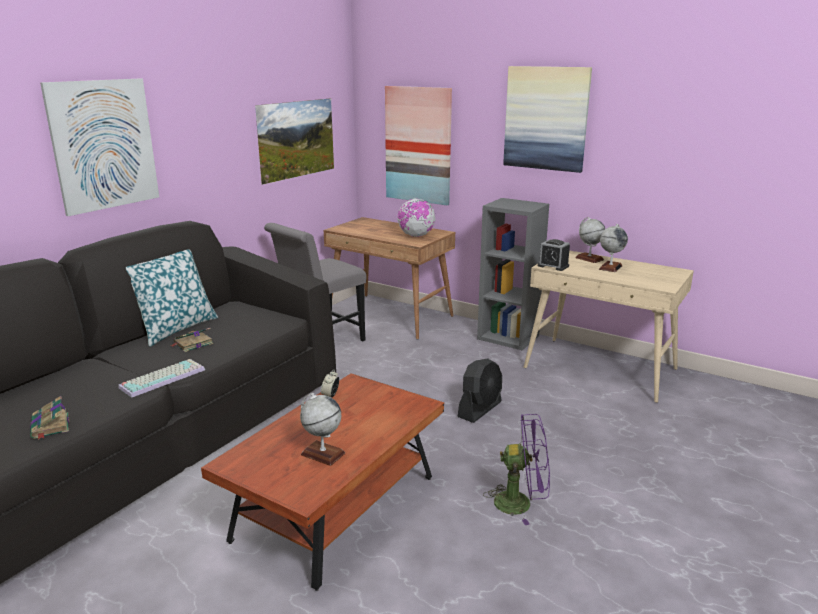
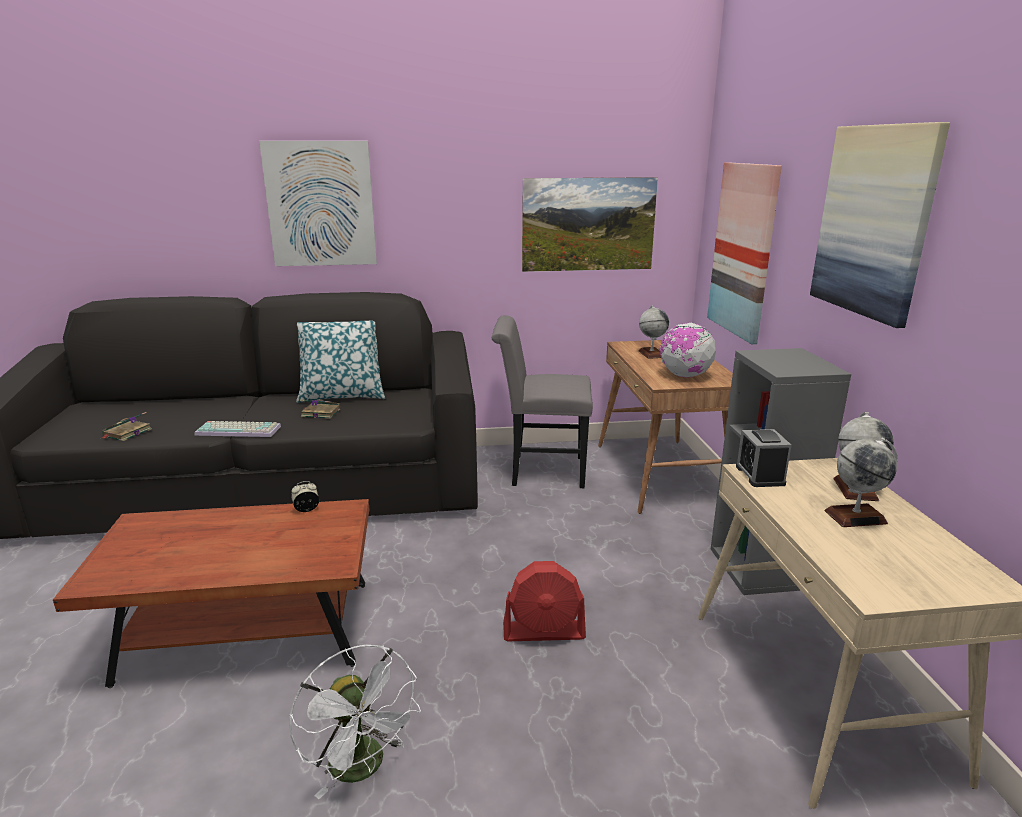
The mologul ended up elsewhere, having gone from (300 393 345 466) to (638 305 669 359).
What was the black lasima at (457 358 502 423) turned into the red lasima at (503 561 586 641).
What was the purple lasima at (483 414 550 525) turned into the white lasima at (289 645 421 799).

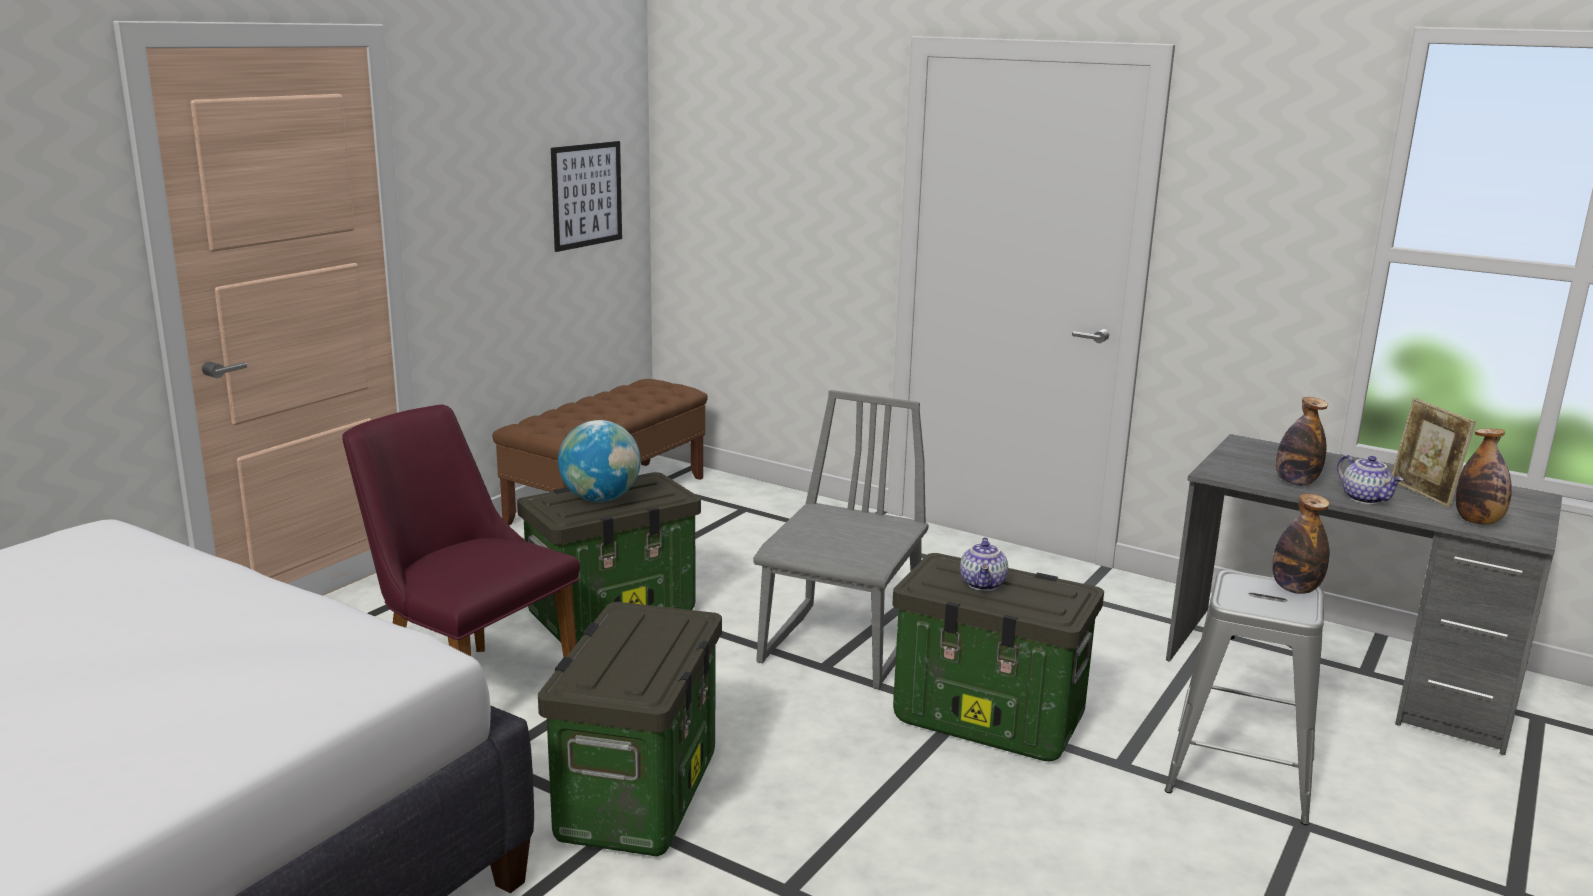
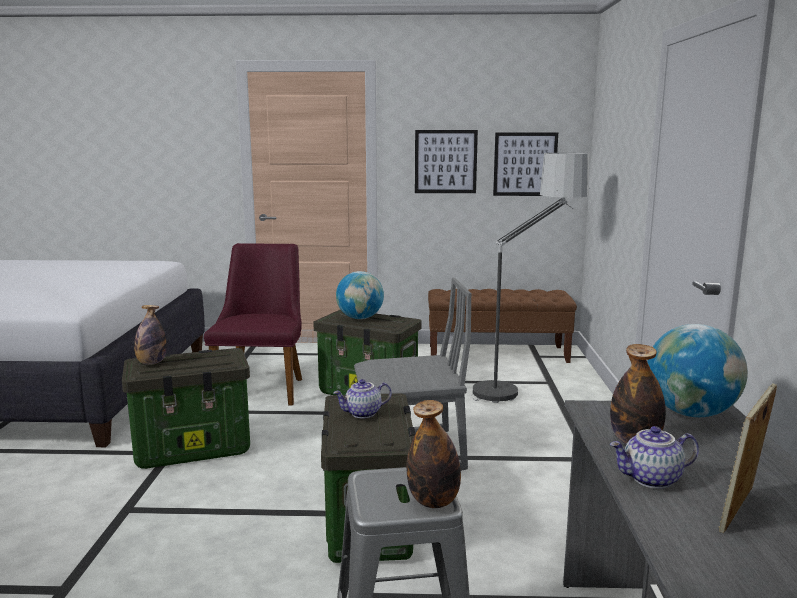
The second view gained the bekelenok at (415 130 478 193).
The second view gained the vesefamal at (470 153 590 403).
The second view gained the mologul at (647 324 748 417).
The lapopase ended up elsewhere, having gone from (1456 429 1512 525) to (134 305 167 365).
The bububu at (1337 455 1404 504) ended up facing another way, 45 degrees clockwise from before.

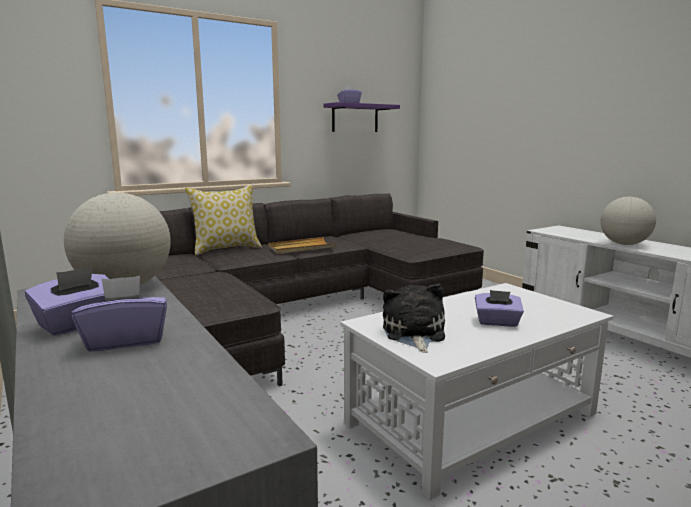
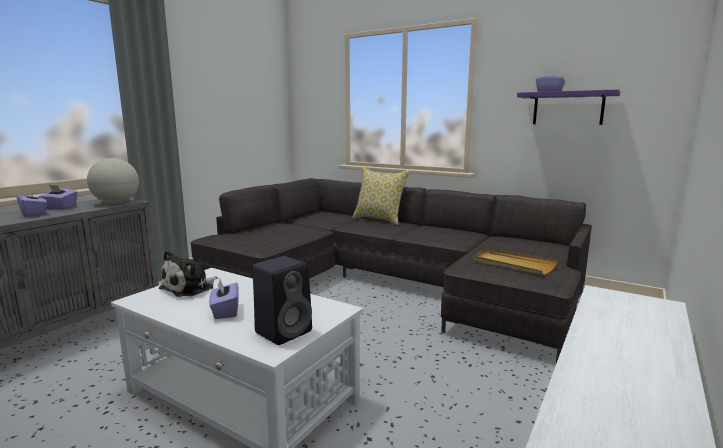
The second view lost the mologul at (601 197 656 245).
The second view gained the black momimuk at (252 256 312 345).
The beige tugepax ended up elsewhere, having gone from (268 237 335 254) to (473 248 557 275).
The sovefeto at (383 284 445 353) ended up facing another way, 150 degrees clockwise from before.

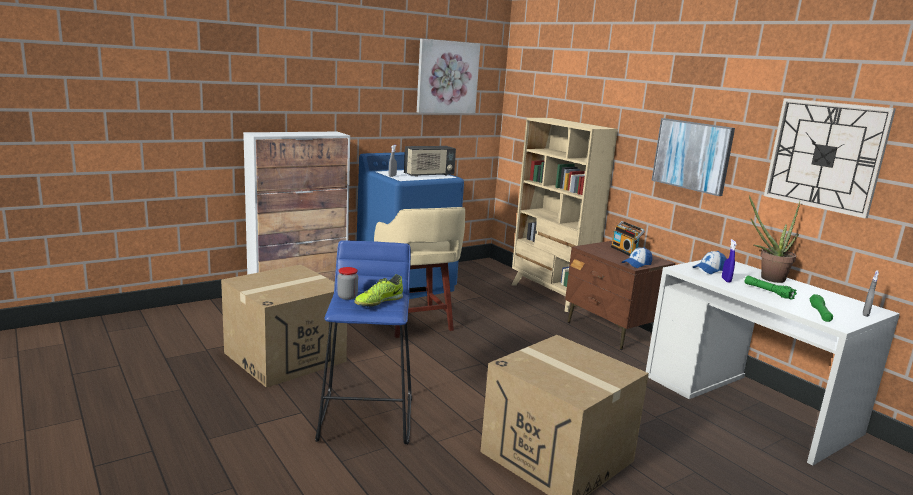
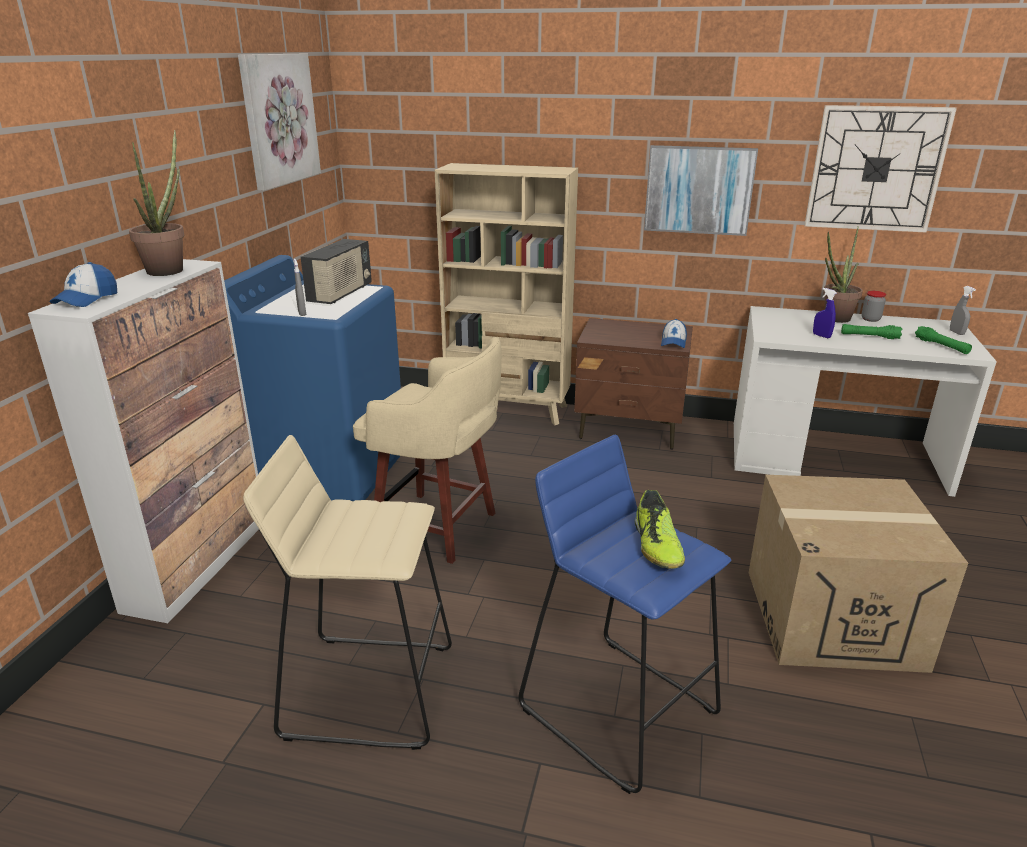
The second view lost the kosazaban at (611 221 645 256).
The second view gained the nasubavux at (129 130 185 276).
The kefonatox ended up elsewhere, having gone from (337 267 358 300) to (861 291 886 322).
The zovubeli ended up elsewhere, having gone from (692 251 727 274) to (50 262 117 307).
Where the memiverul stood at (221 265 347 388), the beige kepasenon came to stand at (243 435 452 750).

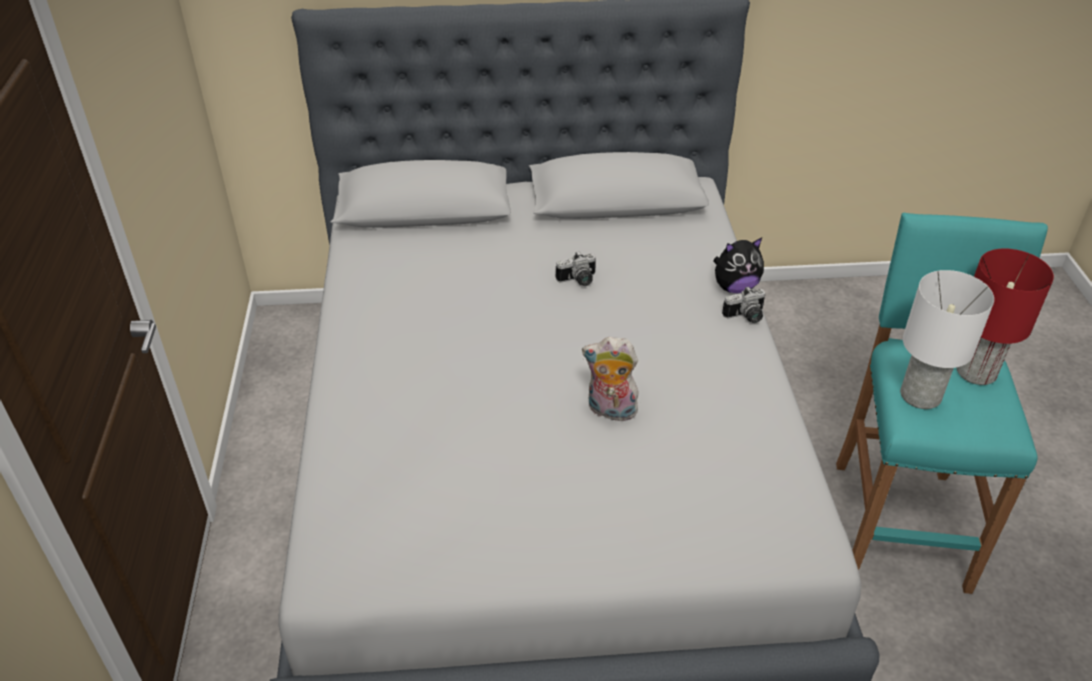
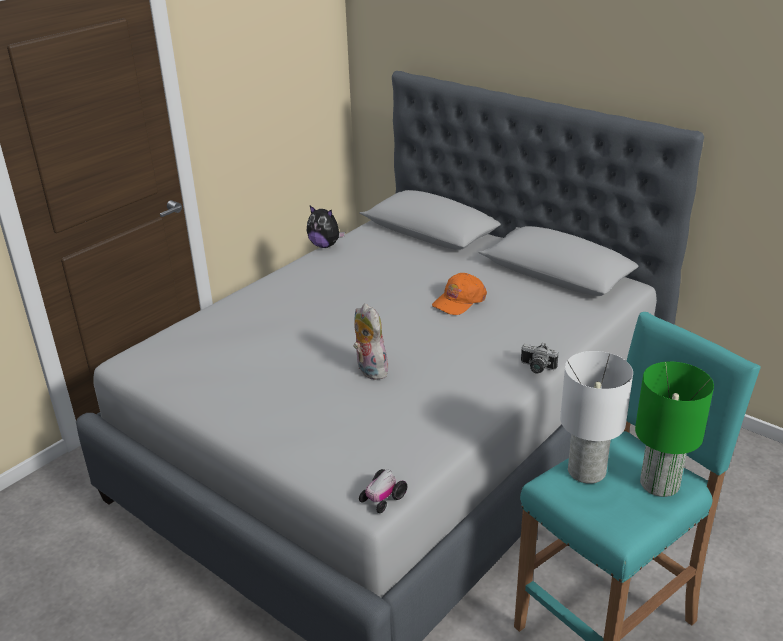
The second view gained the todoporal at (359 469 407 513).
The sovefeto ended up elsewhere, having gone from (713 237 764 293) to (307 206 345 248).
Where the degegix stood at (556 252 596 286), the orange zovubeli came to stand at (432 273 487 315).
What was the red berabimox at (956 248 1054 385) turned into the green berabimox at (635 362 714 497).

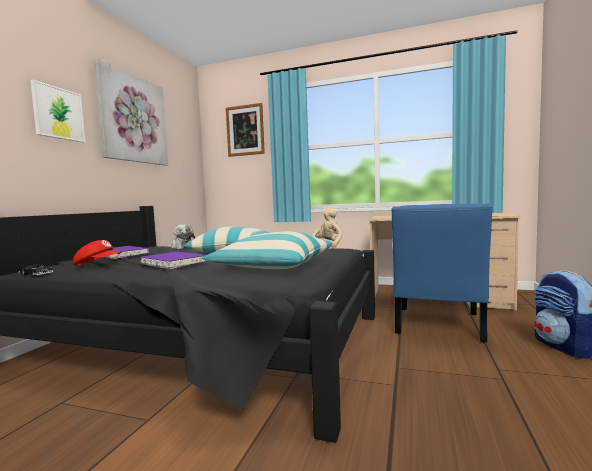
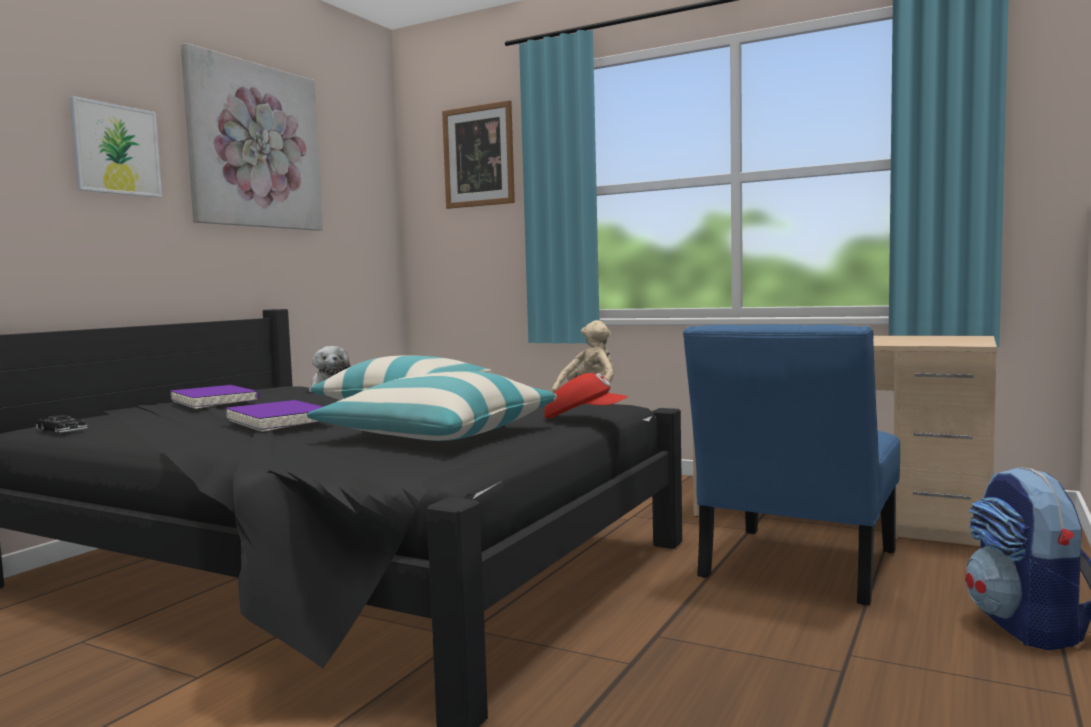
The red zovubeli ended up elsewhere, having gone from (73 240 122 266) to (544 373 628 419).

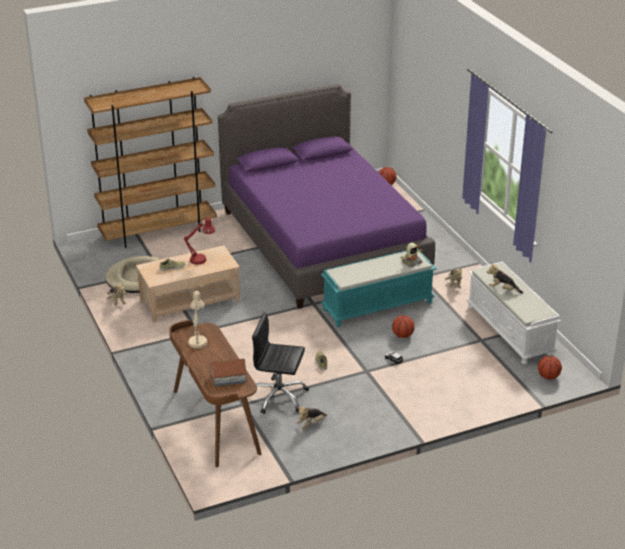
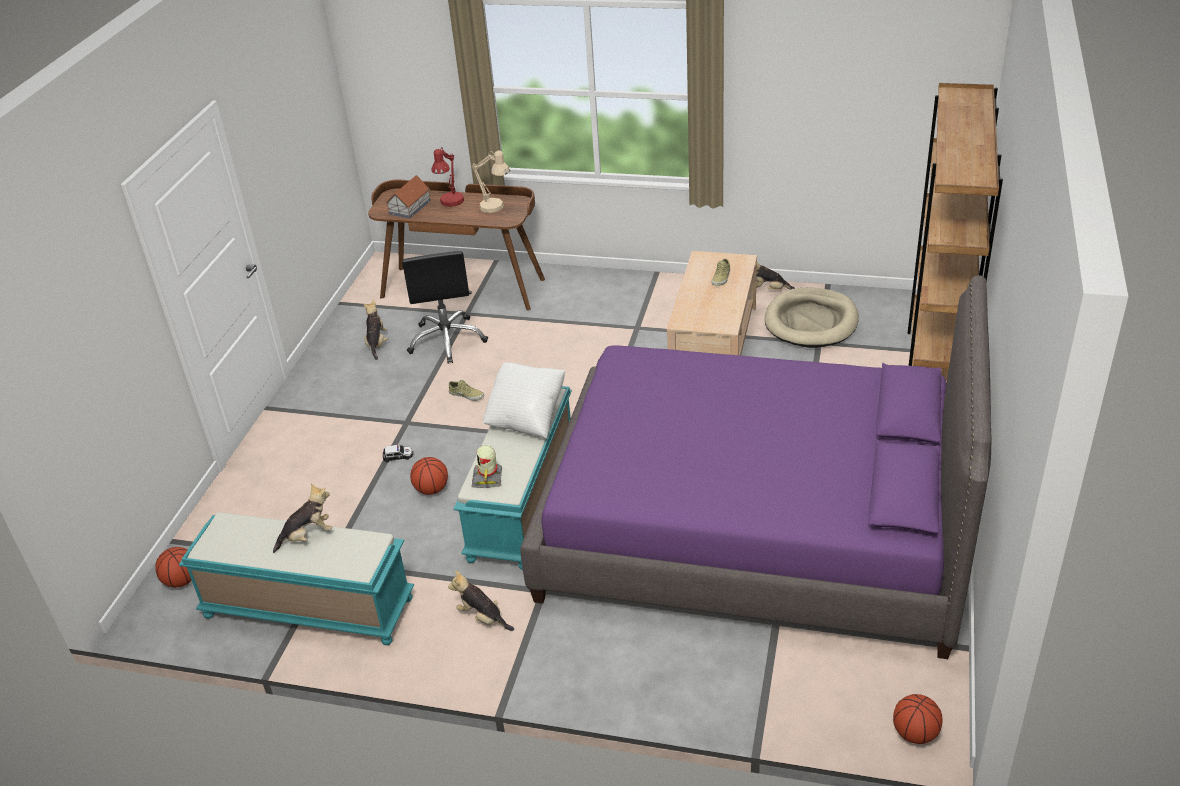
The second view gained the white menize at (483 362 566 439).
The red berabimox ended up elsewhere, having gone from (184 217 215 265) to (431 147 464 207).
What was the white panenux at (466 262 561 365) turned into the turquoise panenux at (179 512 414 645).
The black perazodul at (252 312 309 414) ended up facing another way, 120 degrees clockwise from before.

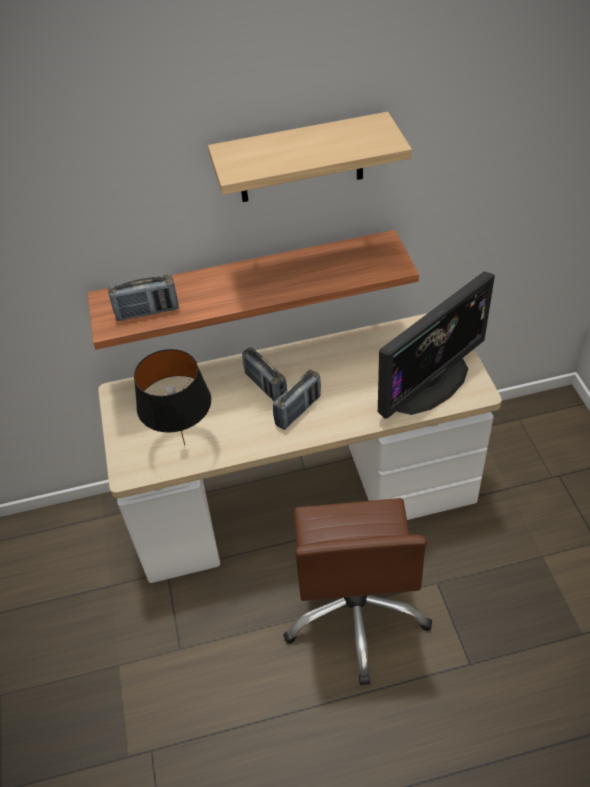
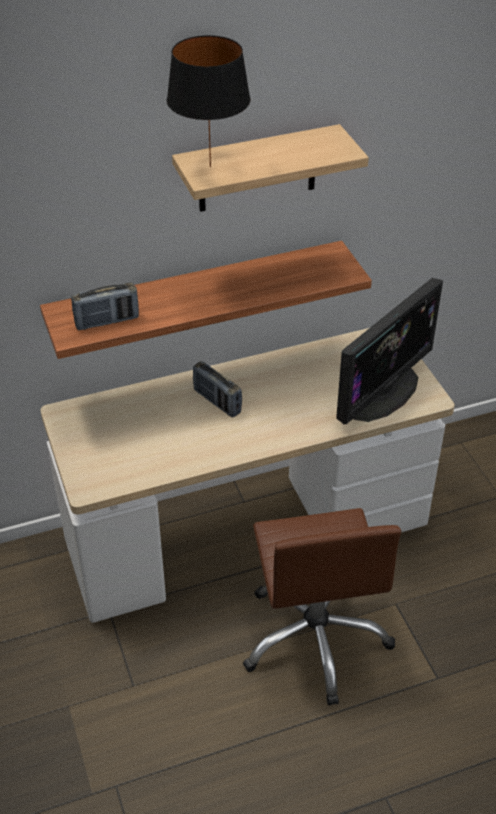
The second view lost the kosazaban at (273 370 321 430).
The black berabimox ended up elsewhere, having gone from (134 349 211 445) to (167 35 250 167).

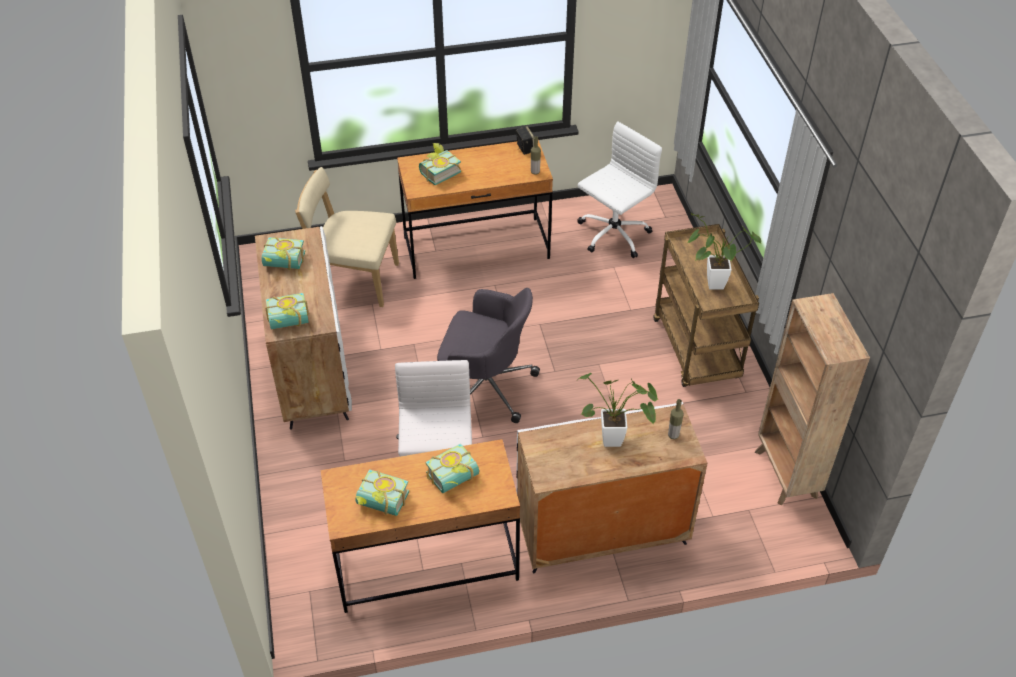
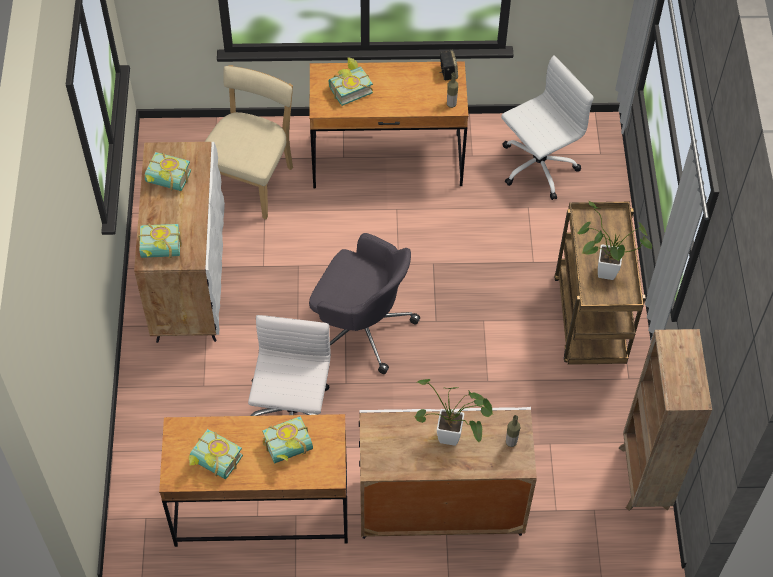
The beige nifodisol at (295 167 399 307) ended up facing another way, 90 degrees clockwise from before.

